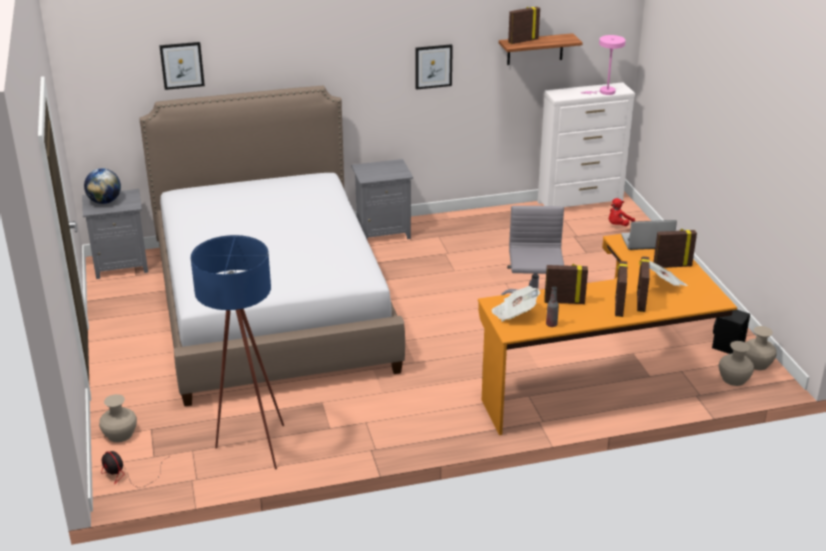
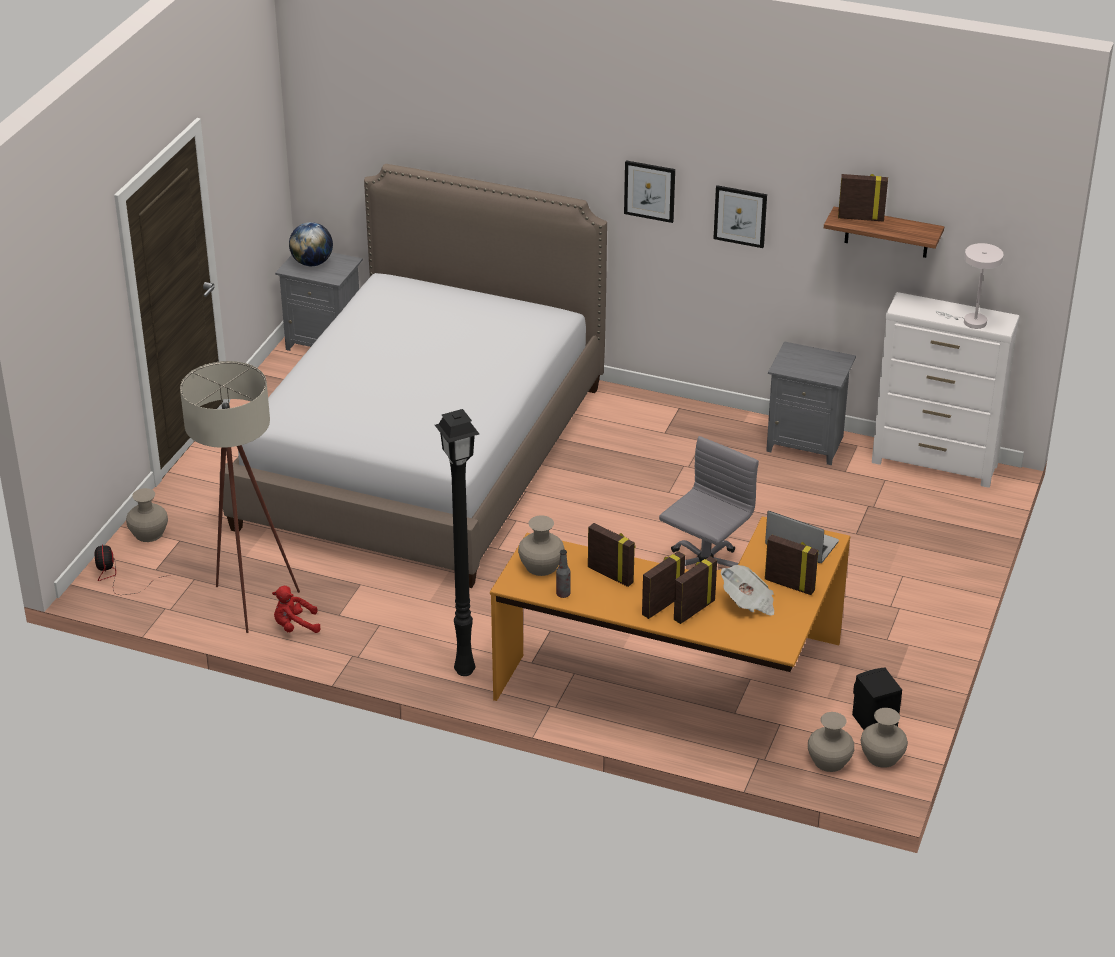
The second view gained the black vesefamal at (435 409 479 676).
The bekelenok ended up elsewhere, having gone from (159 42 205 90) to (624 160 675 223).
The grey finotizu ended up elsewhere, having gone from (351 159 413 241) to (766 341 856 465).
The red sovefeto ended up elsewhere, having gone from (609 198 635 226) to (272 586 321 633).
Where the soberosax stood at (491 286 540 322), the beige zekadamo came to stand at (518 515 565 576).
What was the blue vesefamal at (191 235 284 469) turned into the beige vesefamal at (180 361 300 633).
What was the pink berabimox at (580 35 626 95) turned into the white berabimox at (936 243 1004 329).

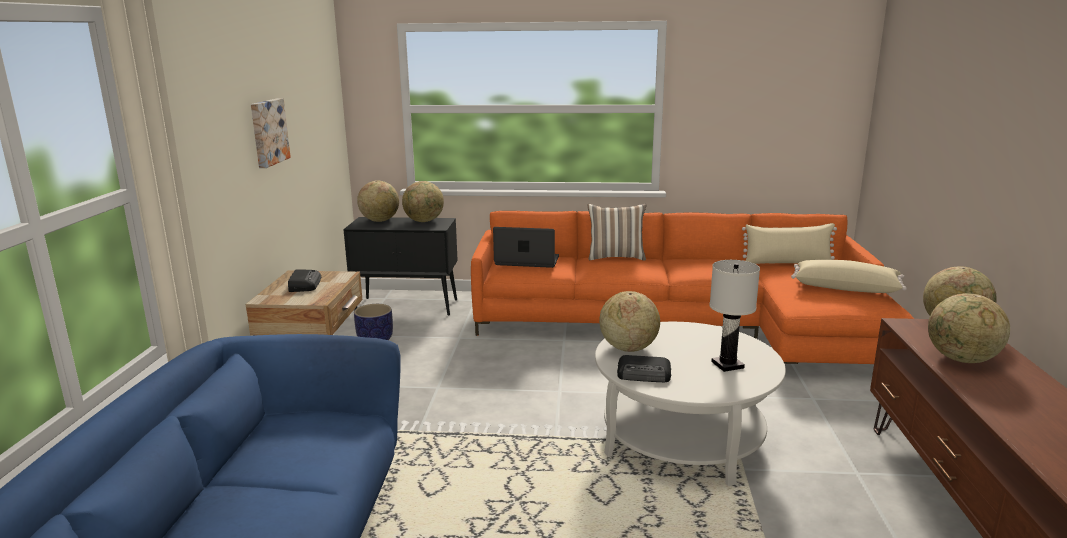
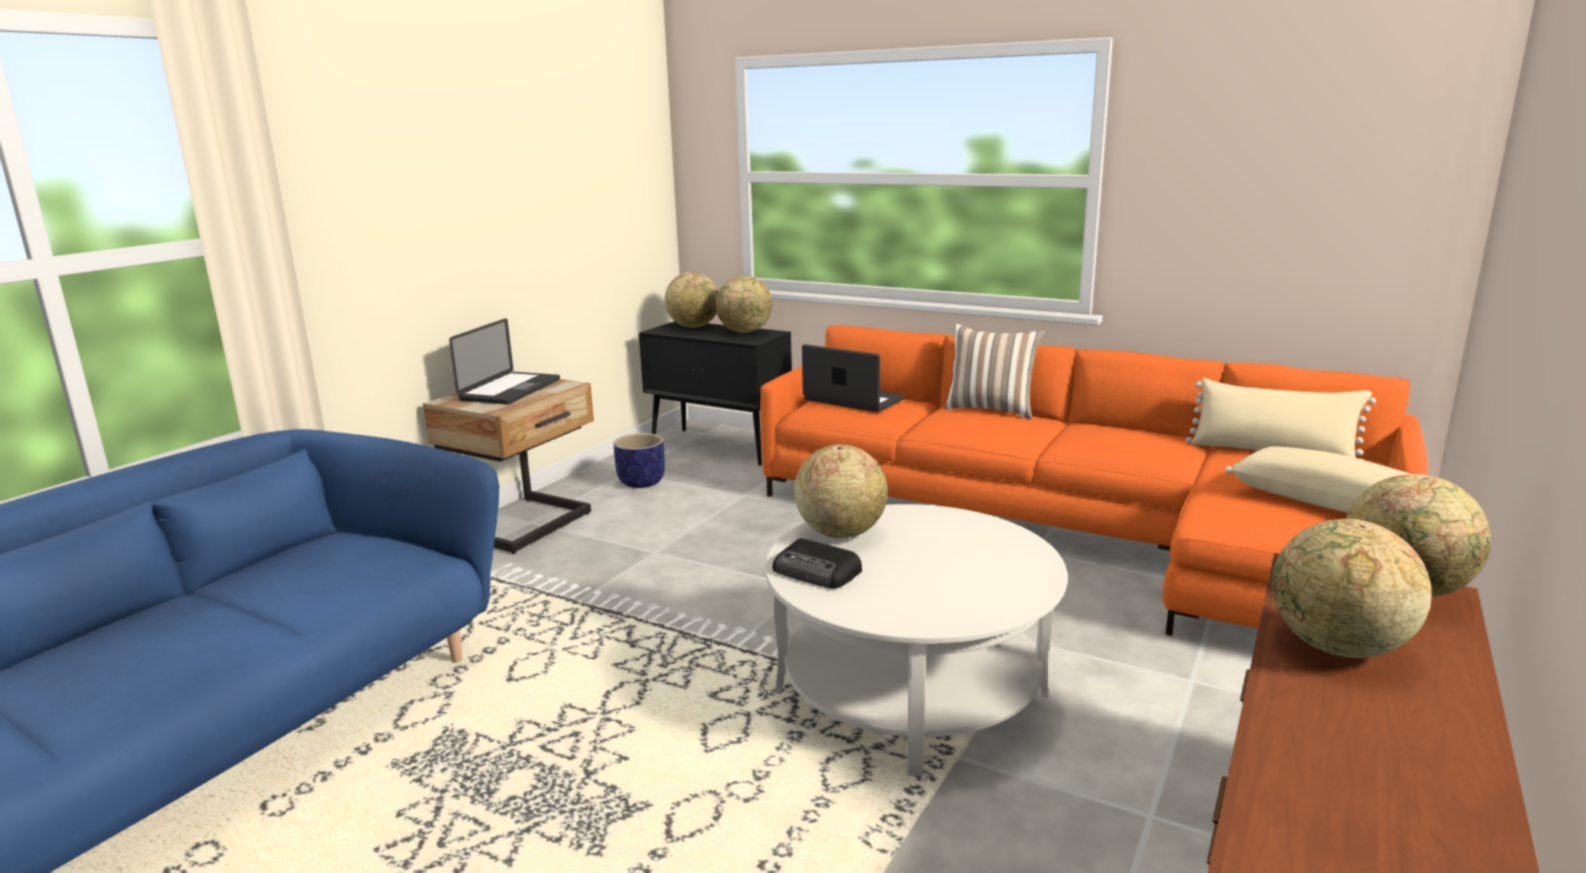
The second view lost the bekelenok at (251 98 291 168).
The second view lost the white berabimox at (709 260 760 372).
Where the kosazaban stood at (288 269 321 292), the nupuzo came to stand at (449 318 560 404).

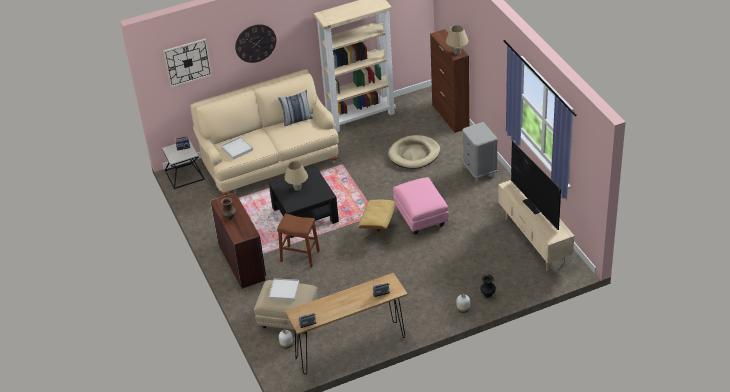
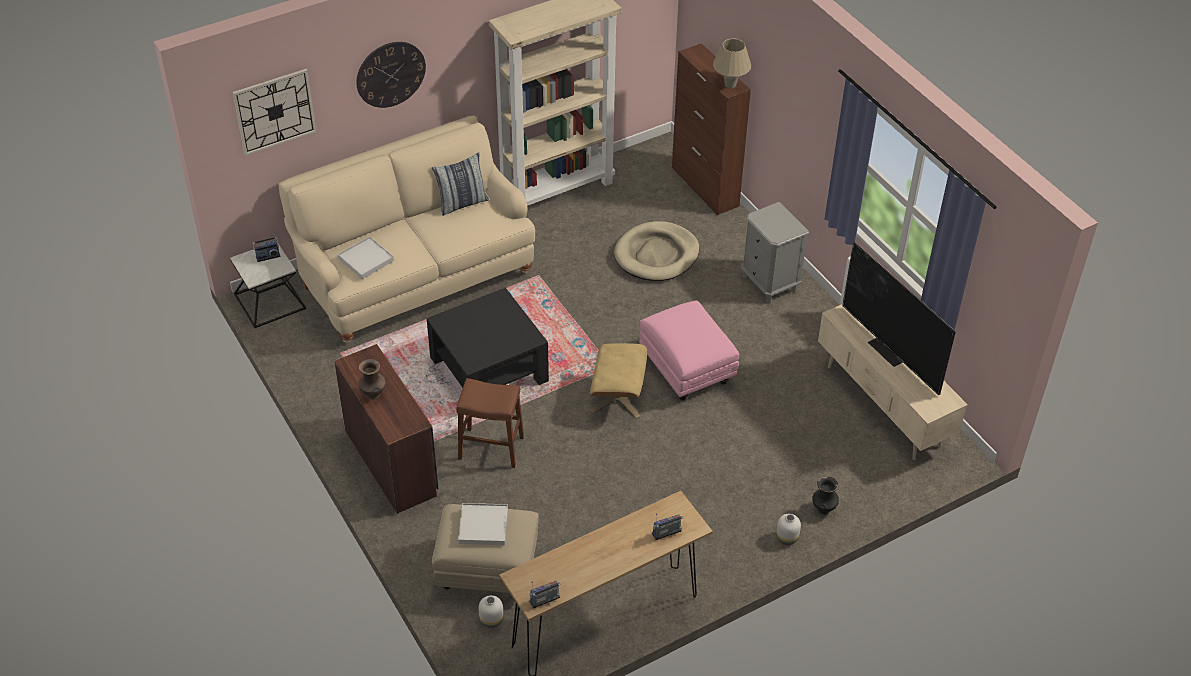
The second view lost the beige berabimox at (285 161 308 191).

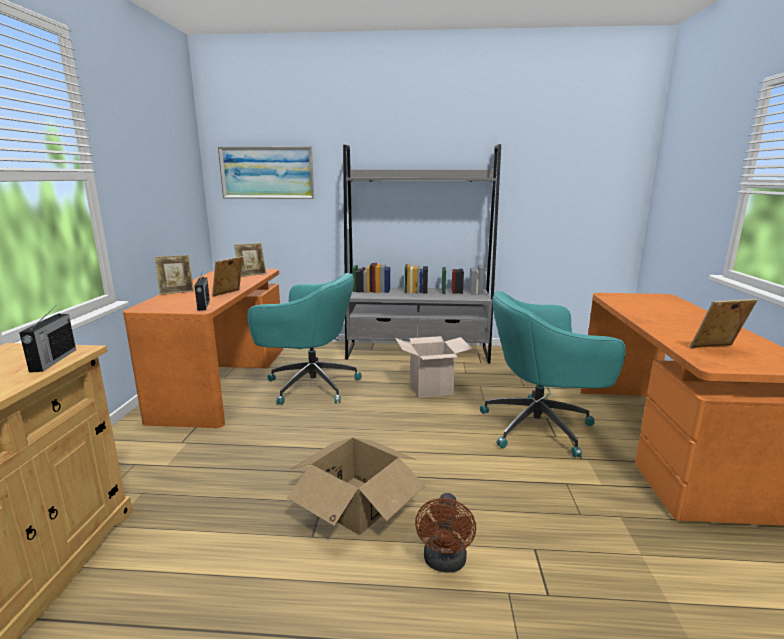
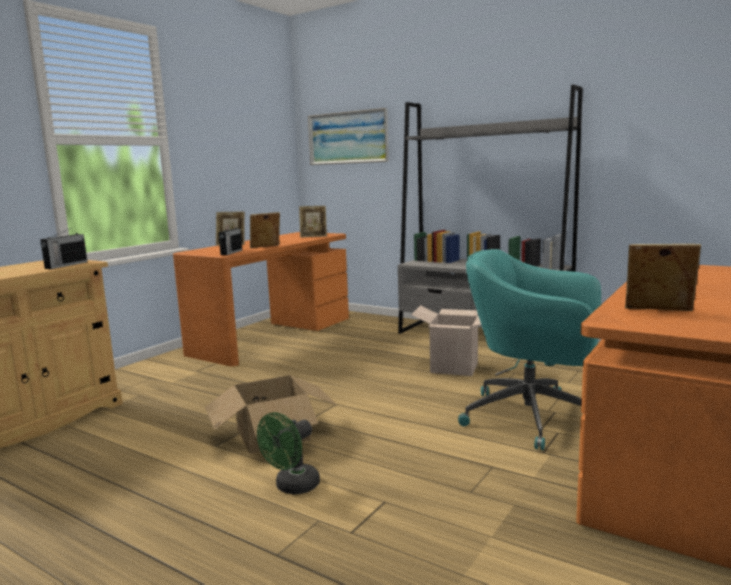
The second view lost the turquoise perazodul at (247 273 362 405).
What was the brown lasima at (415 493 476 573) turned into the green lasima at (257 412 320 495).

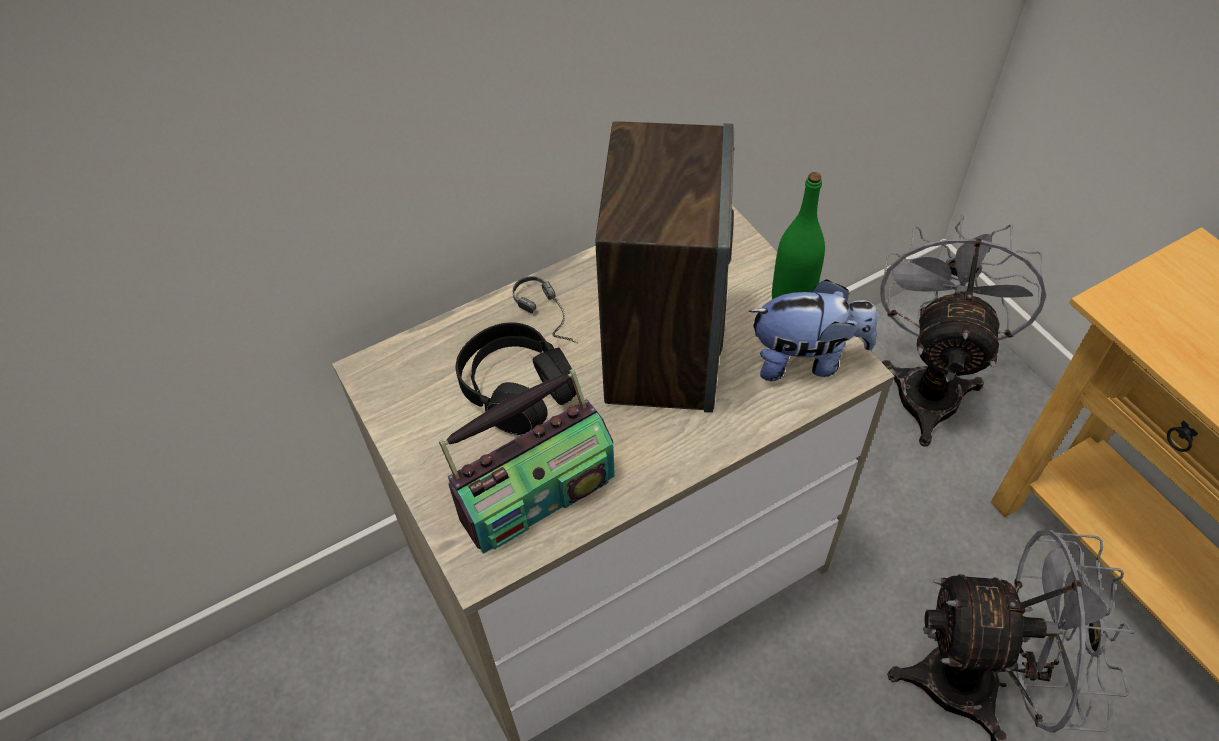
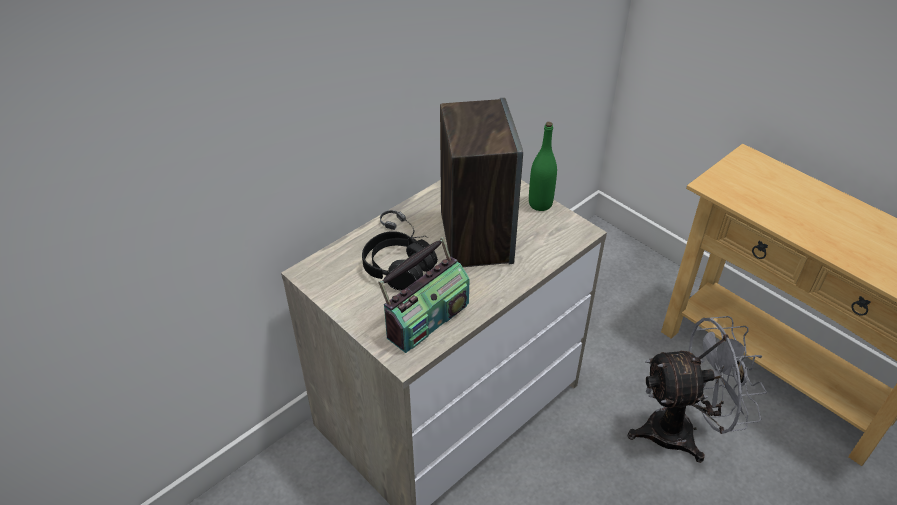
The second view lost the sovefeto at (748 279 877 381).
The second view lost the grey lasima at (880 215 1046 447).

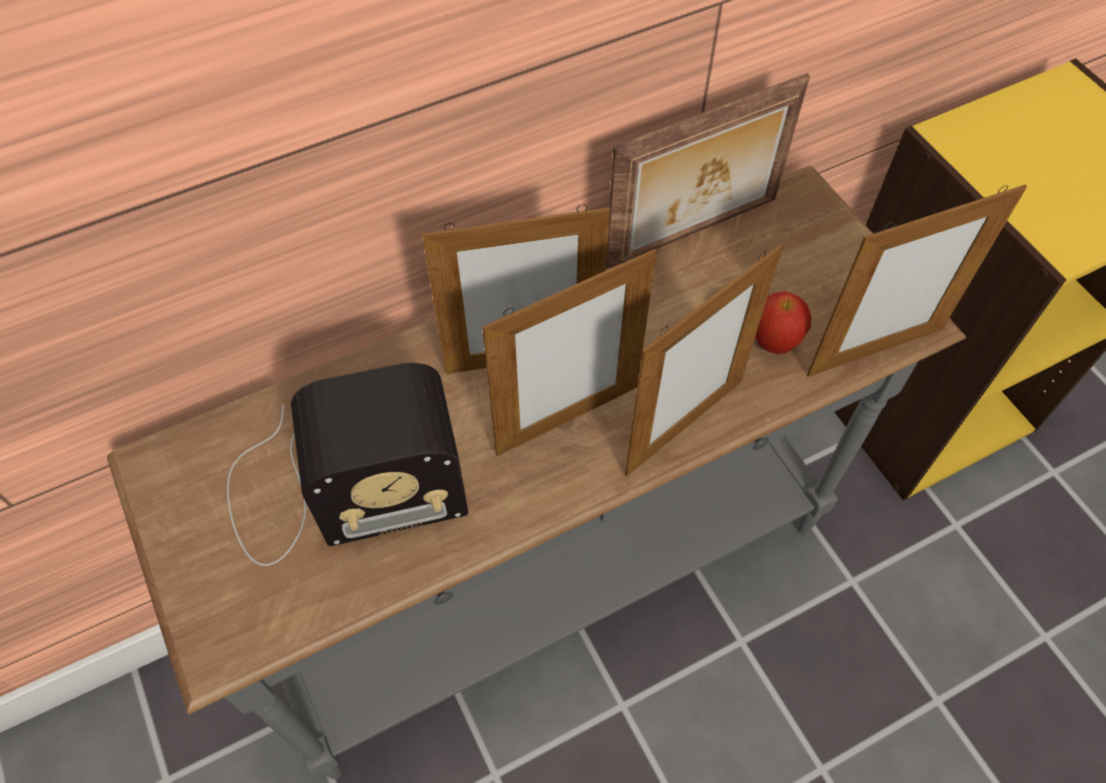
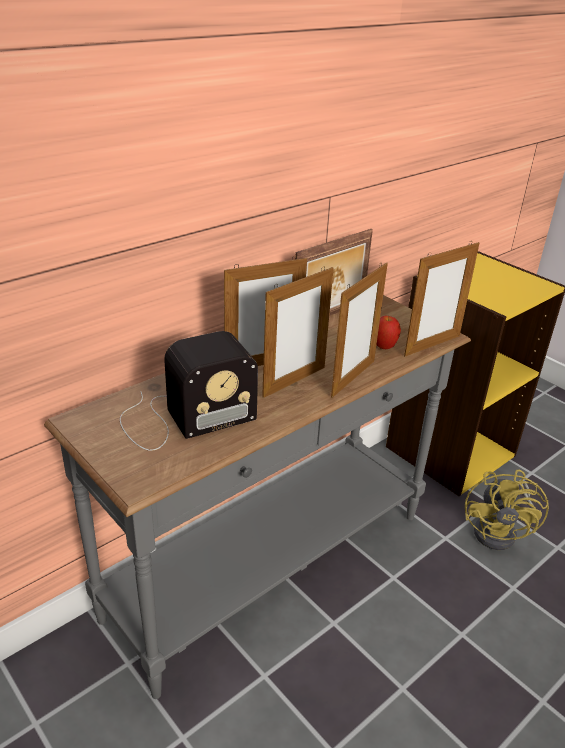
The second view gained the yellow lasima at (465 469 549 550).

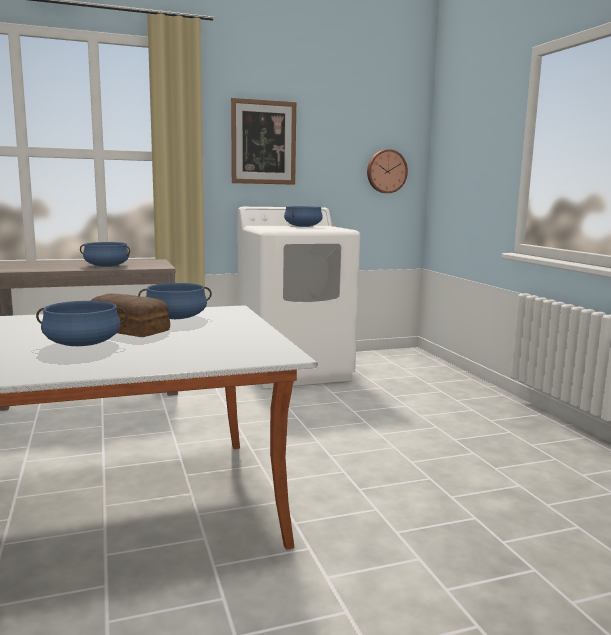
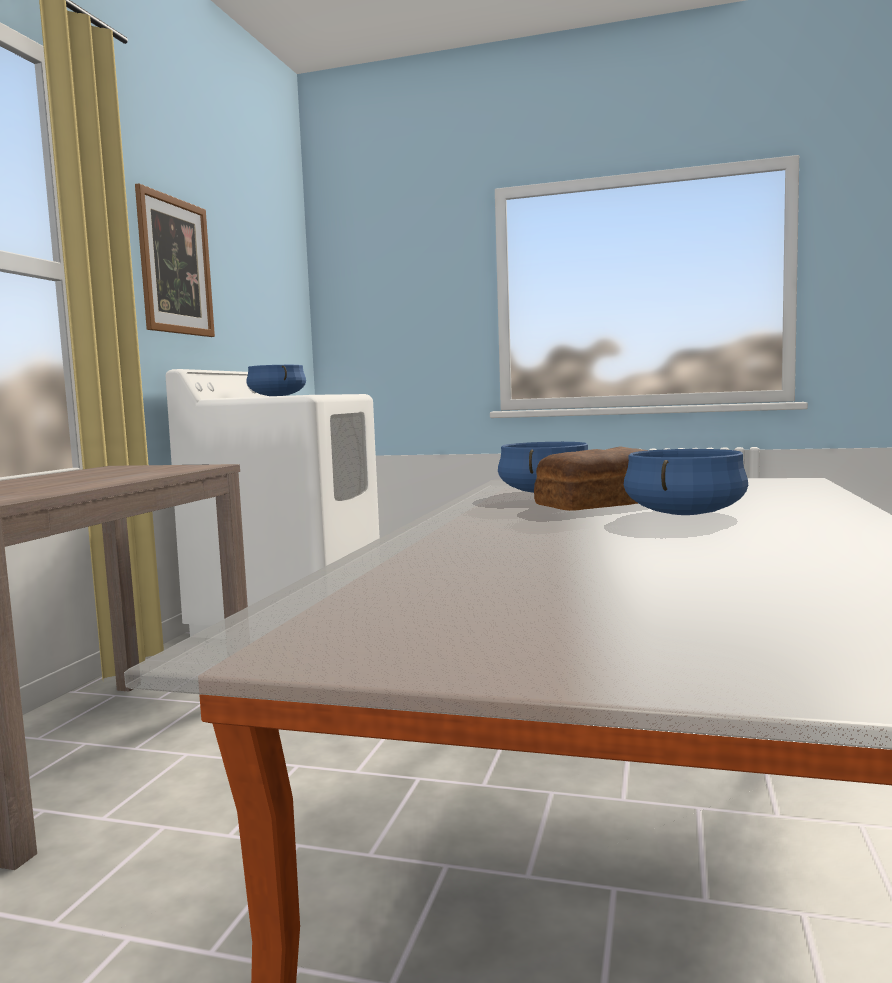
The second view lost the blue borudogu at (80 242 130 267).
The second view lost the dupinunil at (367 149 408 193).

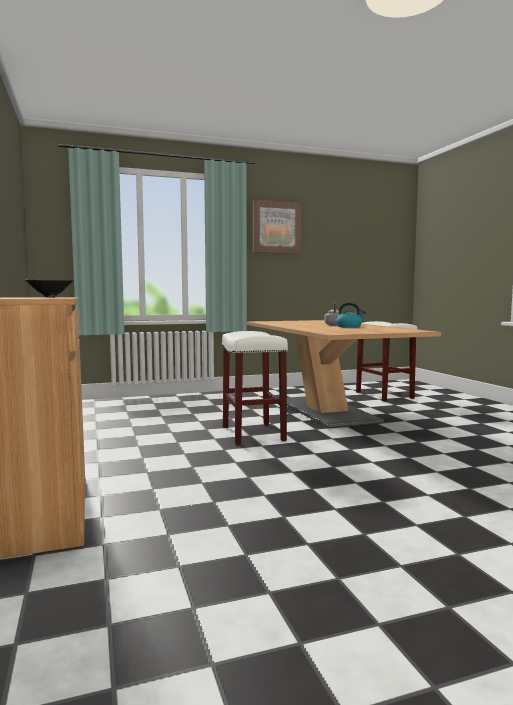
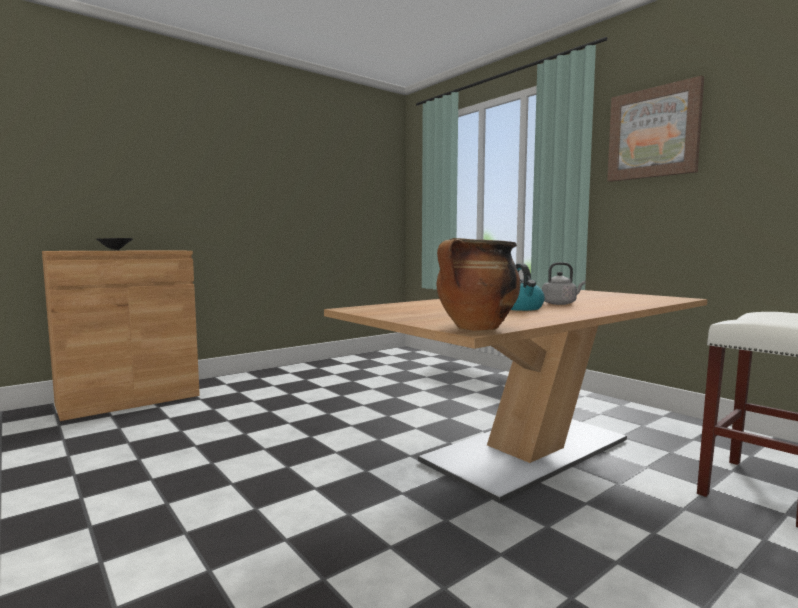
The second view lost the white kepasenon at (222 331 288 445).
The second view gained the borudogu at (437 238 520 331).

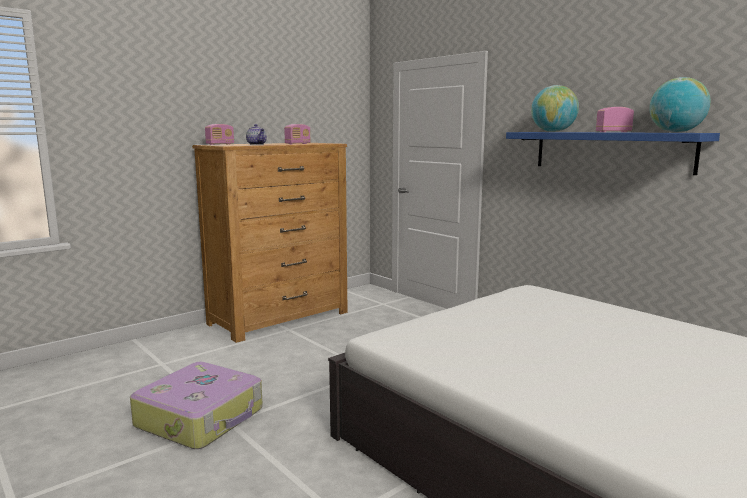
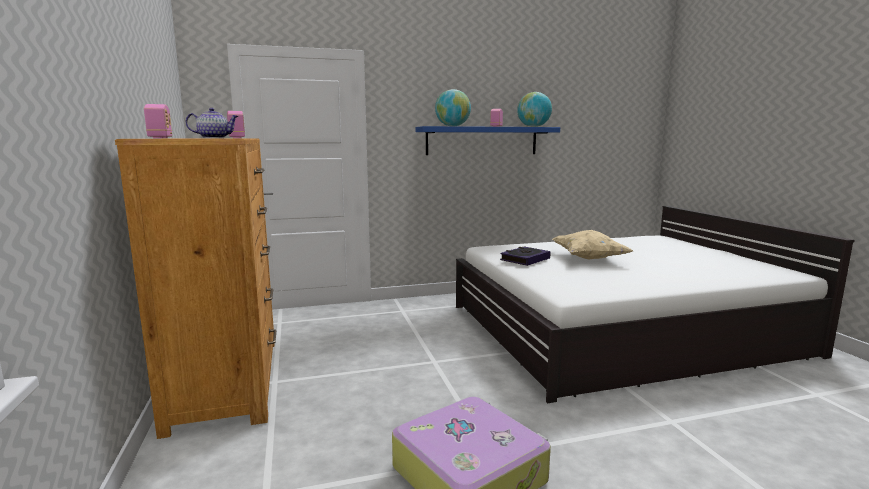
The second view gained the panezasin at (500 247 550 266).
The second view gained the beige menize at (552 230 633 259).

